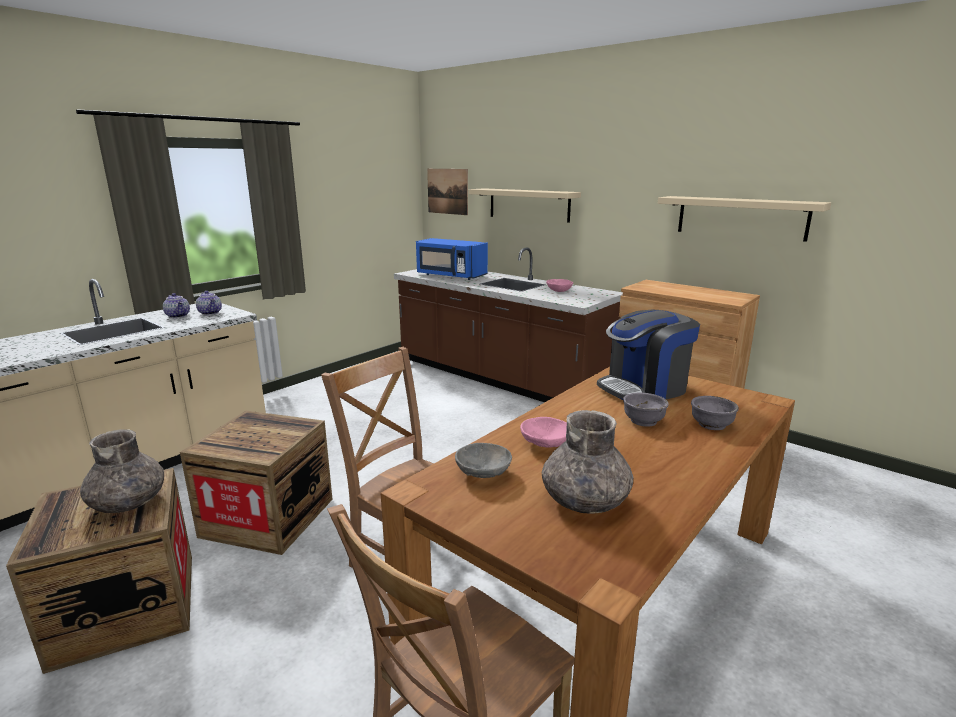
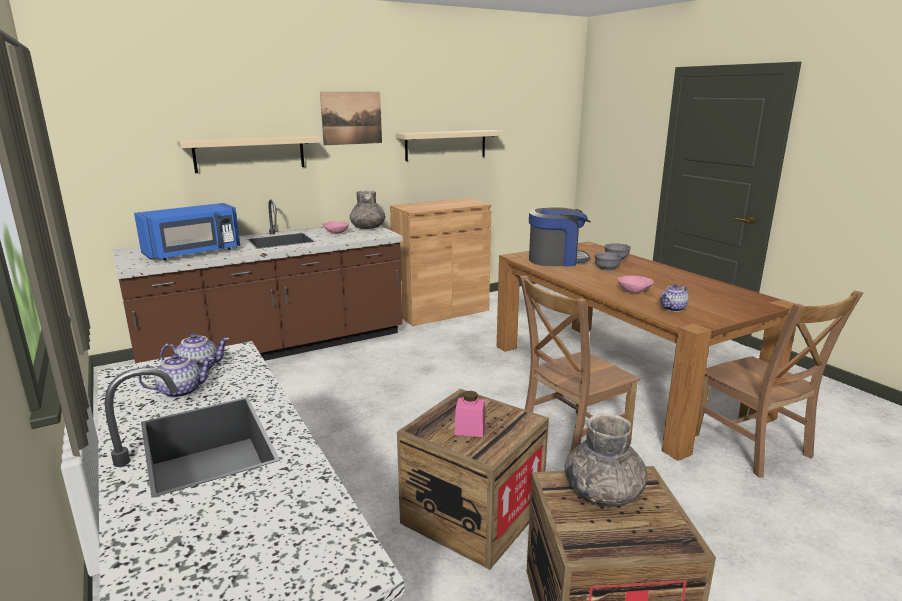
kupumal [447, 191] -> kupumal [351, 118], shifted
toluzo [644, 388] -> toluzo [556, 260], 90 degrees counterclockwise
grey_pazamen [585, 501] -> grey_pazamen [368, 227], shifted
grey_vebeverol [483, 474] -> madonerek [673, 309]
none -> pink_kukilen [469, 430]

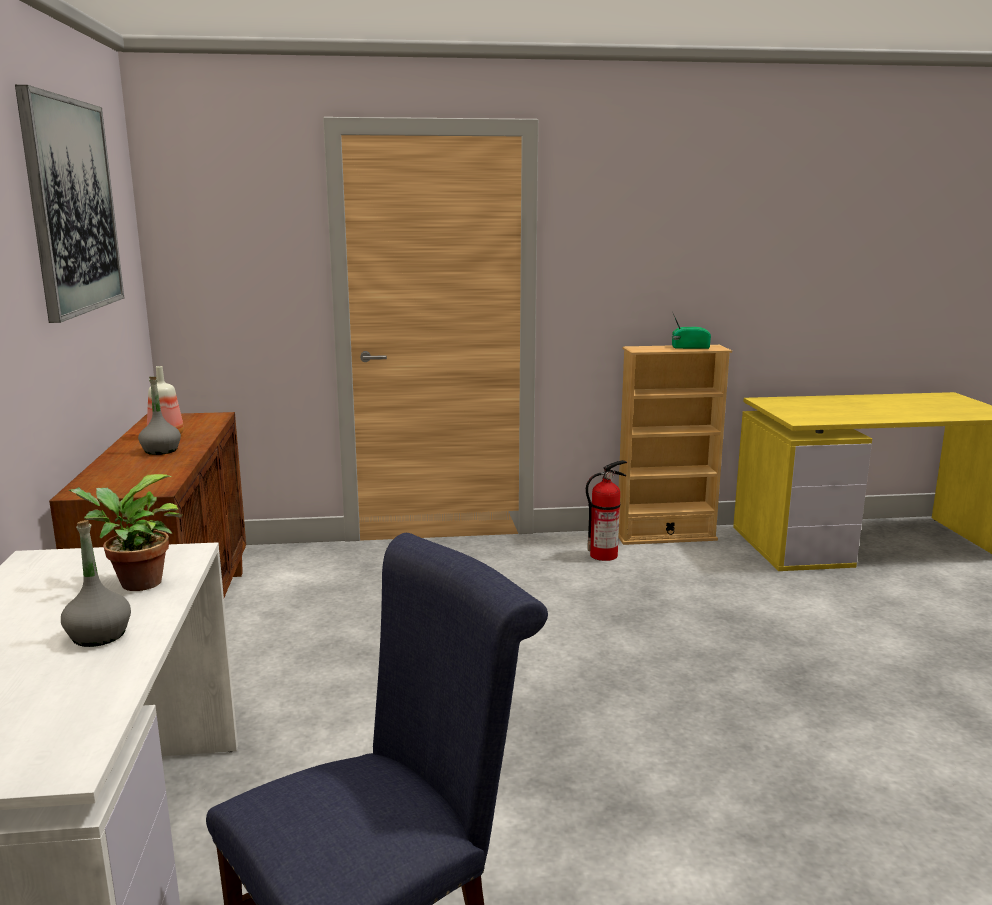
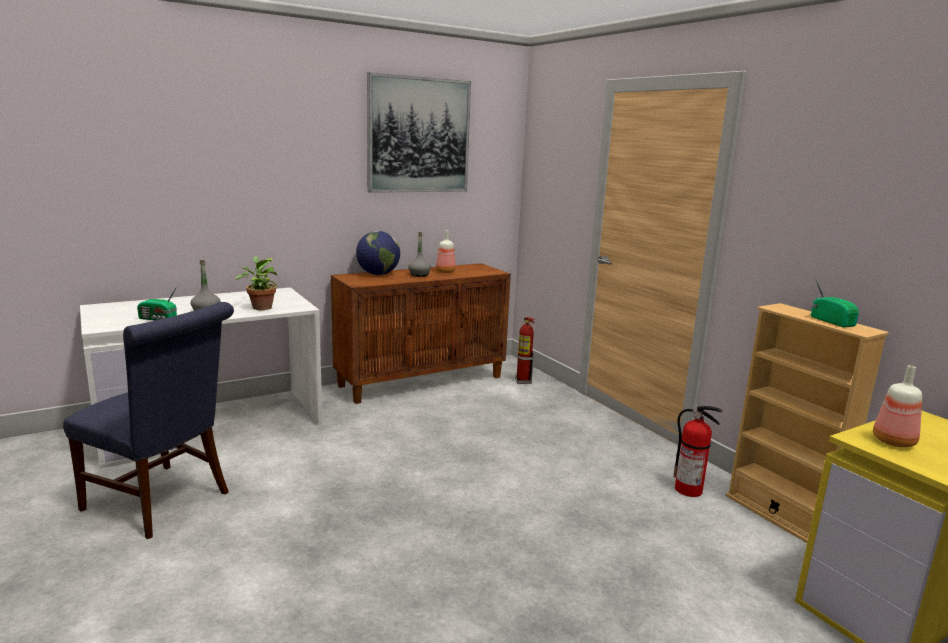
none -> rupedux [378, 274]
none -> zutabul [158, 319]
none -> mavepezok [523, 381]
none -> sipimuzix [894, 441]

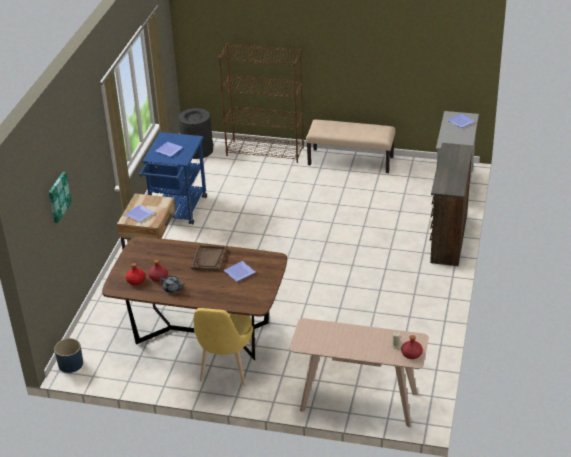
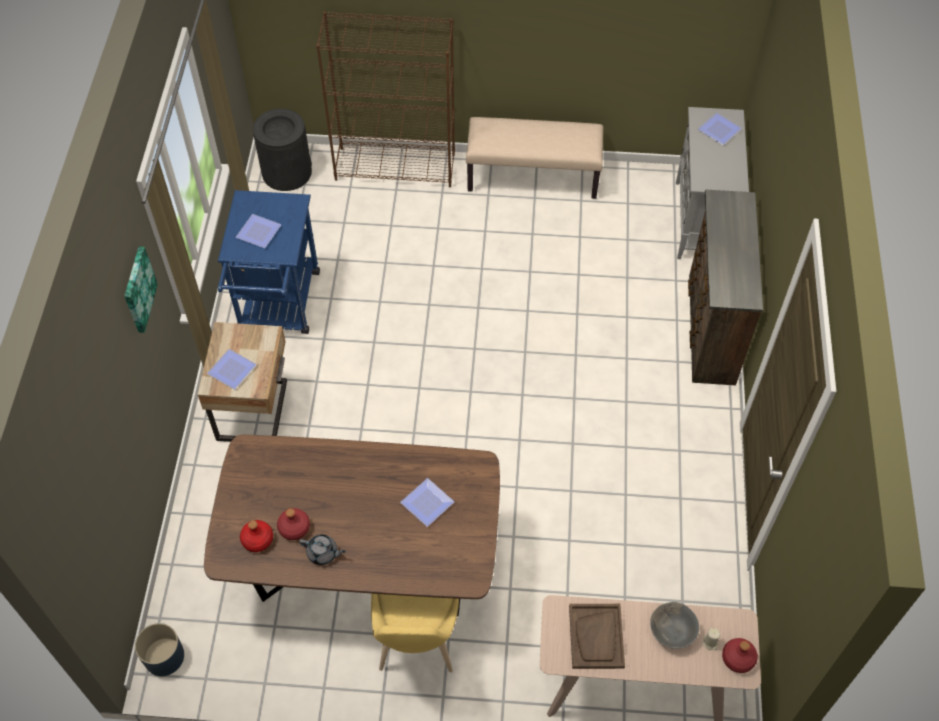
kupumal [58, 197] -> kupumal [138, 289], shifted
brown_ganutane [209, 259] -> brown_ganutane [596, 637], shifted
none -> grey_vebeverol [673, 631]

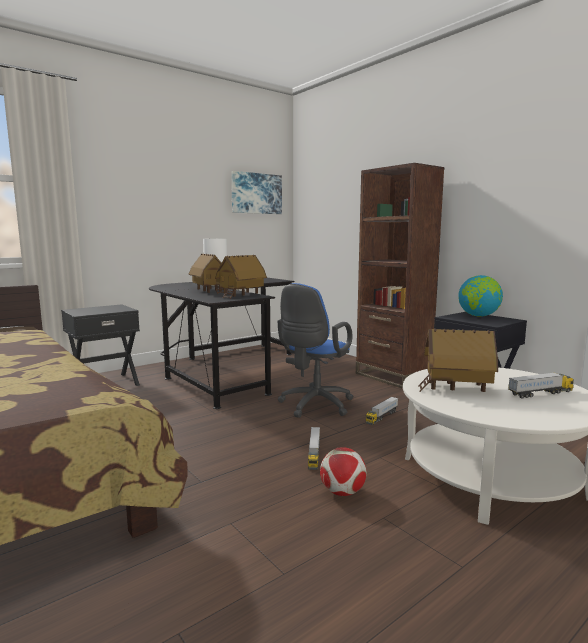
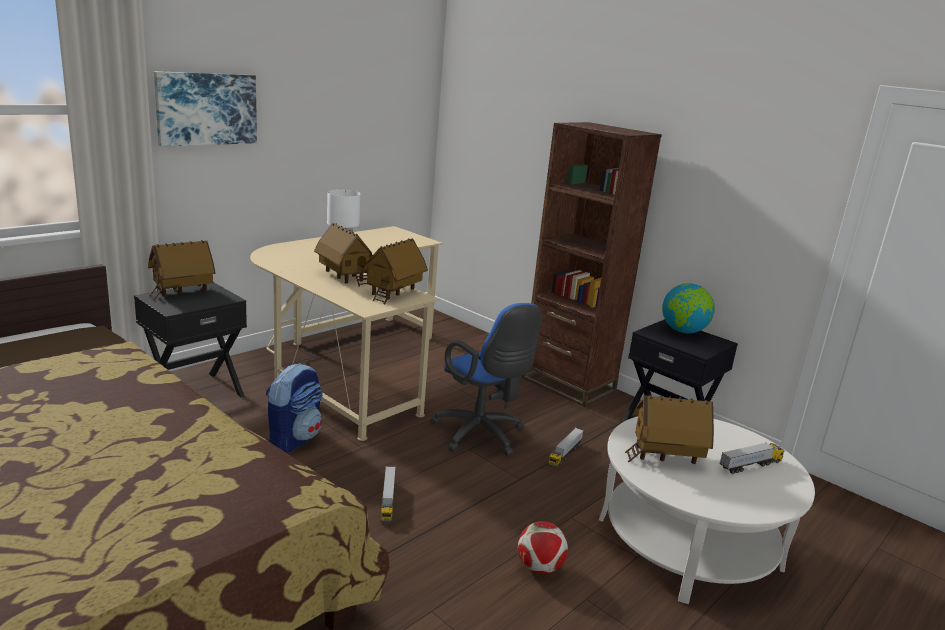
kupumal [256, 193] -> kupumal [206, 109], shifted
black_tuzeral [222, 369] -> beige_tuzeral [346, 366]
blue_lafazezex [314, 406] -> blue_lafazezex [481, 436], 60 degrees counterclockwise
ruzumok [314, 455] -> ruzumok [387, 501], shifted
none -> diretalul [182, 292]
none -> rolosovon [294, 438]

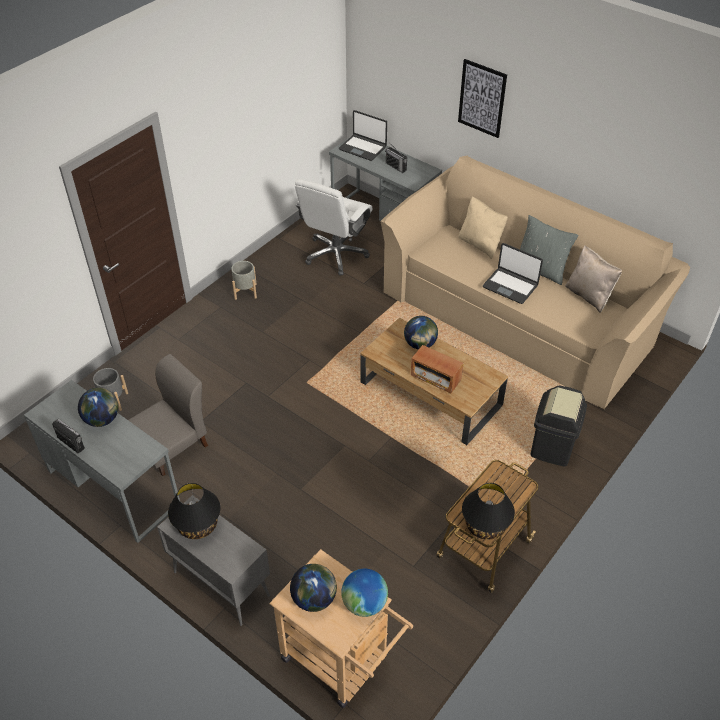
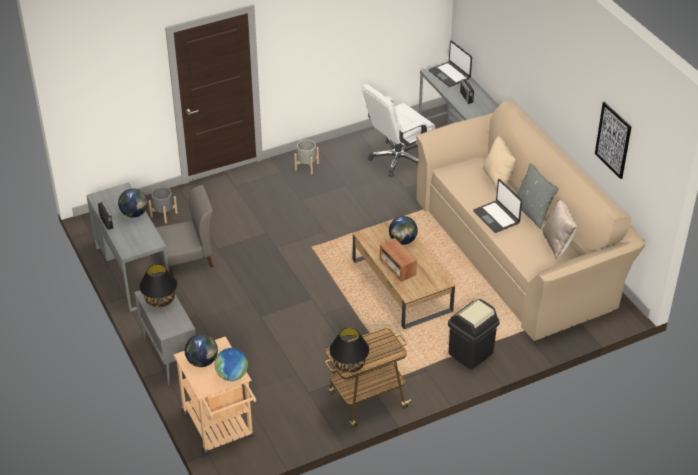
kupumal [482, 98] -> kupumal [613, 140], shifted

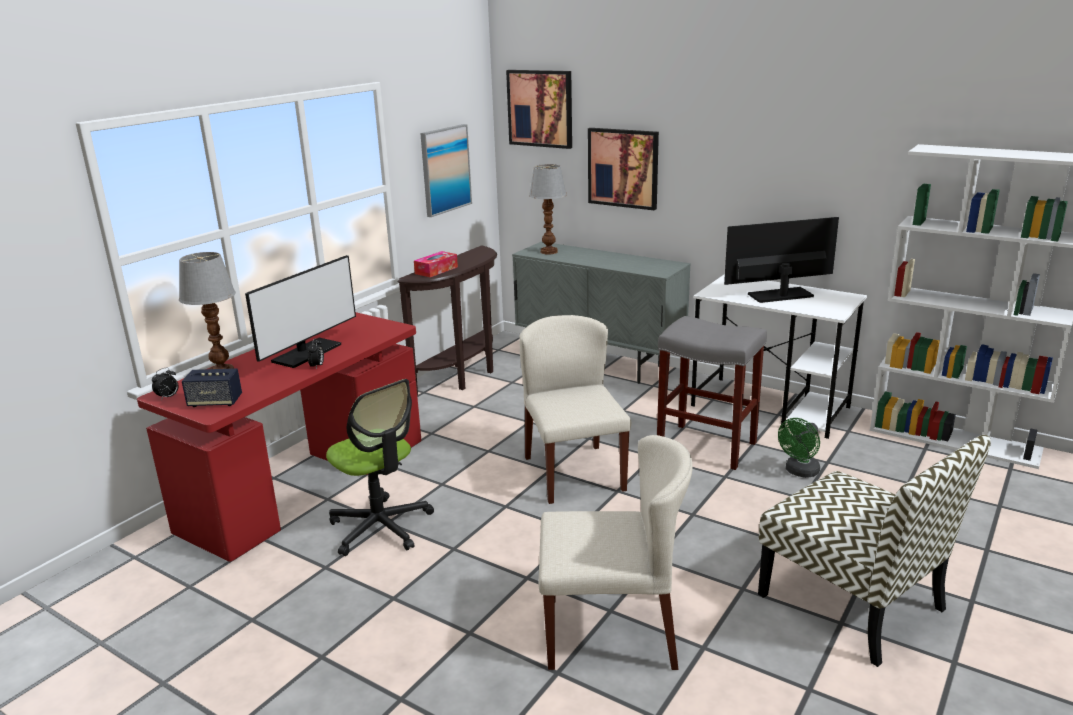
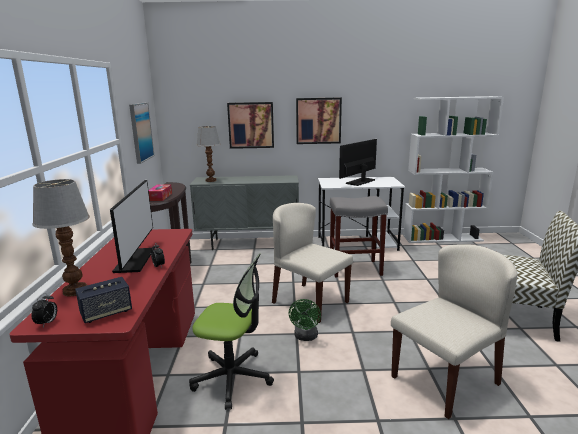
kupumal [540, 108] -> kupumal [318, 121], shifted
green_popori [799, 472] -> green_popori [305, 337], shifted

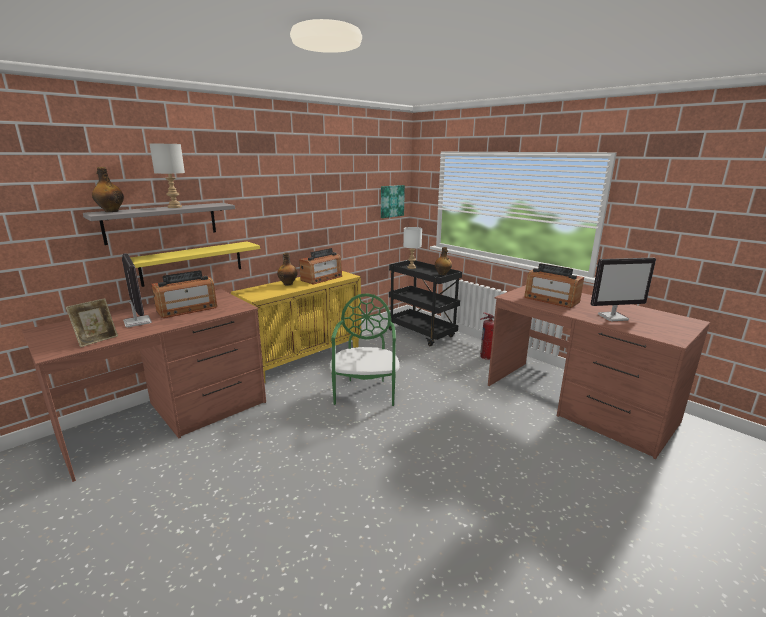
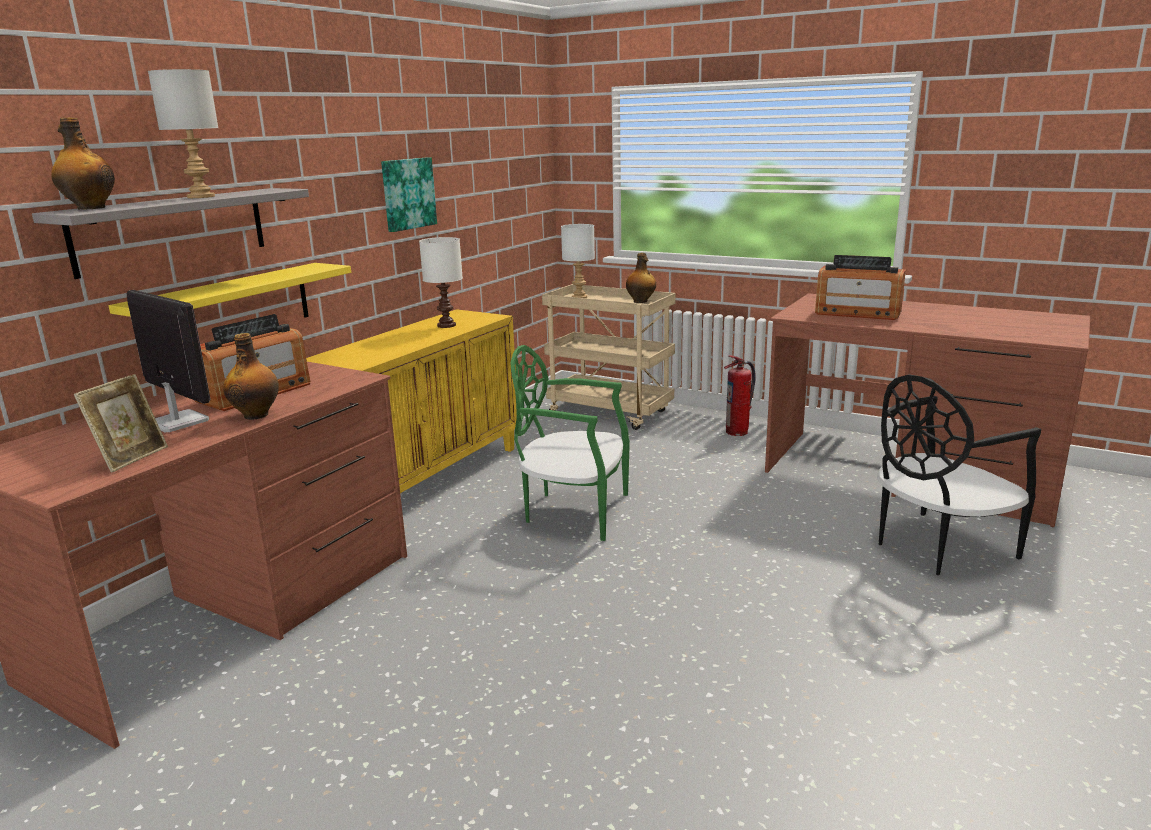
kupumal [391, 201] -> kupumal [407, 193], shifted
zutabul [321, 278] -> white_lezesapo [446, 325]
sipimuzix [288, 284] -> sipimuzix [256, 415], shifted
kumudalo [613, 317] -> none
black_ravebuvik [422, 334] -> beige_ravebuvik [611, 413]
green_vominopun [365, 391] -> green_vominopun [574, 511], 60 degrees counterclockwise
none -> black_vominopun [937, 547]

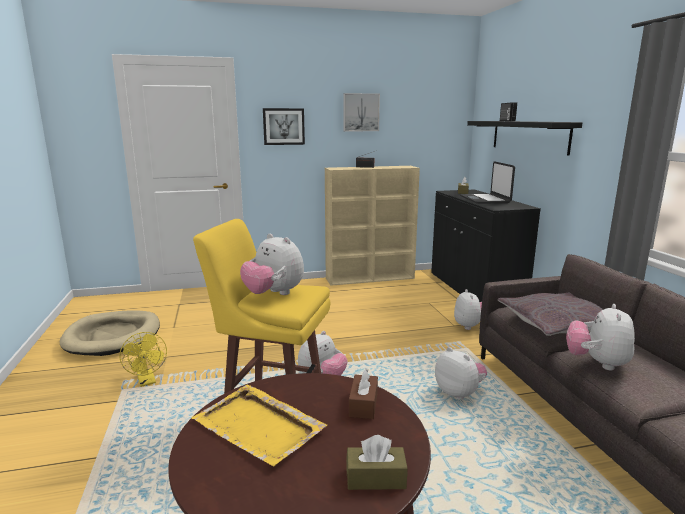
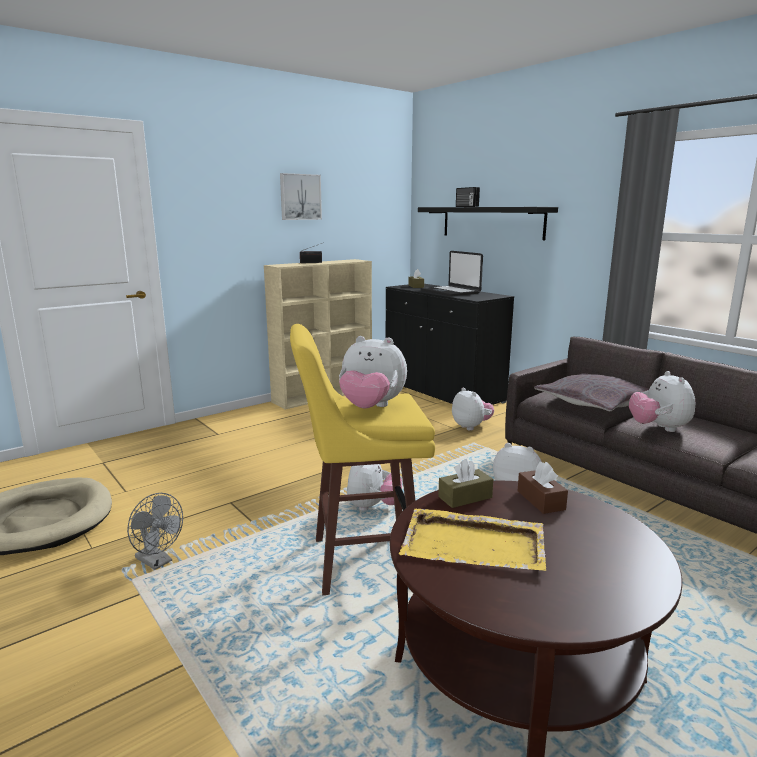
kupumal [283, 126] -> none
yellow_popori [147, 381] -> grey_popori [158, 562]
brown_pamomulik [375, 478] -> brown_pamomulik [465, 497], shifted

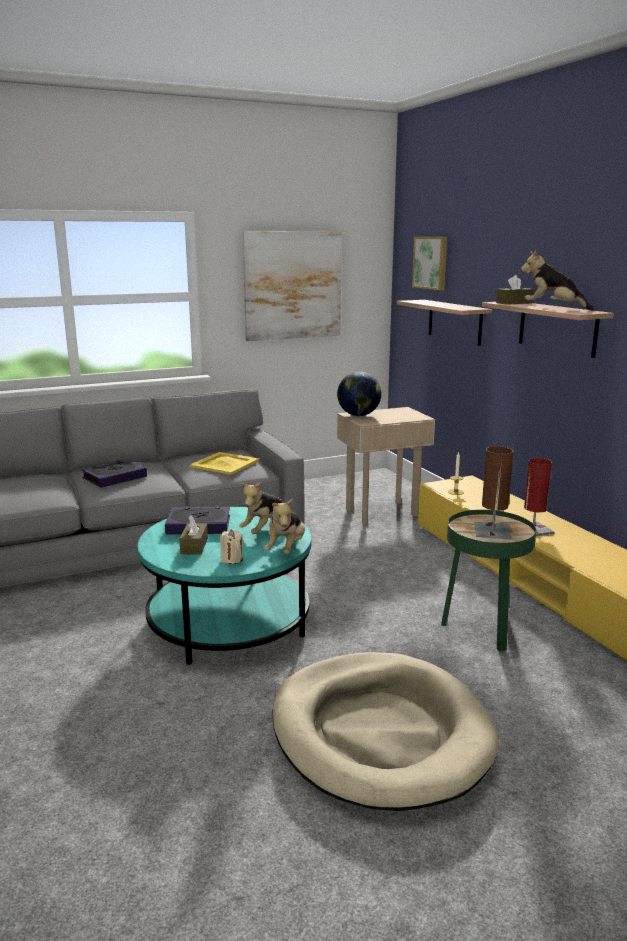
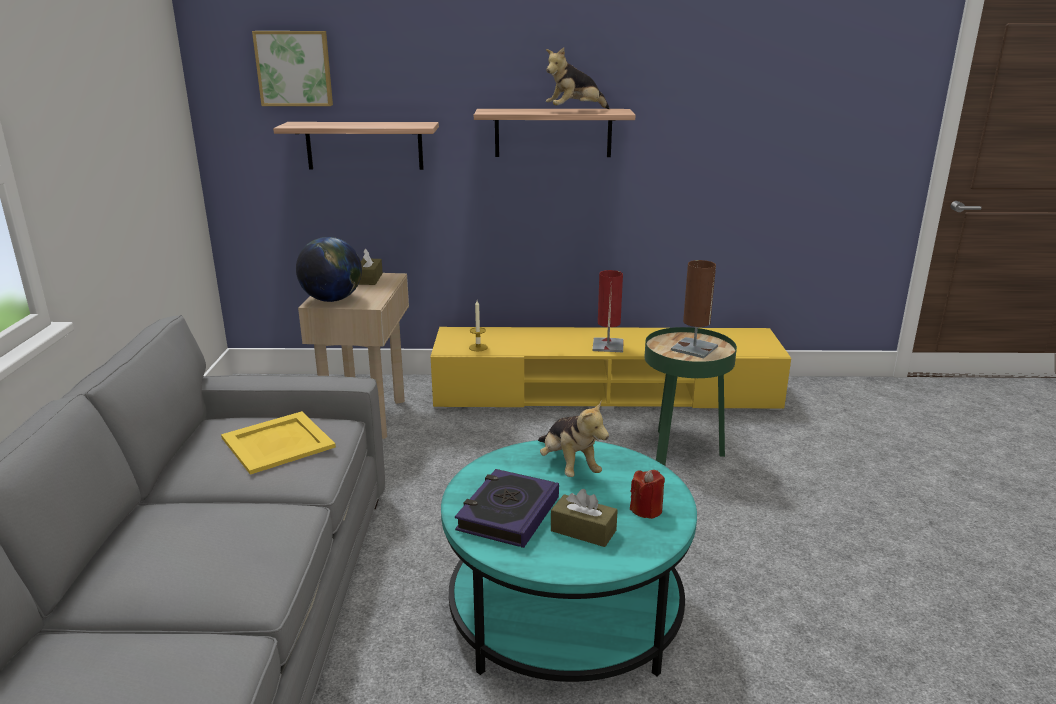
kupumal [292, 285] -> none
brown_pamomulik [514, 303] -> brown_pamomulik [369, 279], shifted
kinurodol [114, 477] -> none
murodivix [286, 549] -> none
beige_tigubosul [231, 559] -> red_tigubosul [646, 509]
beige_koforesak [380, 733] -> none

